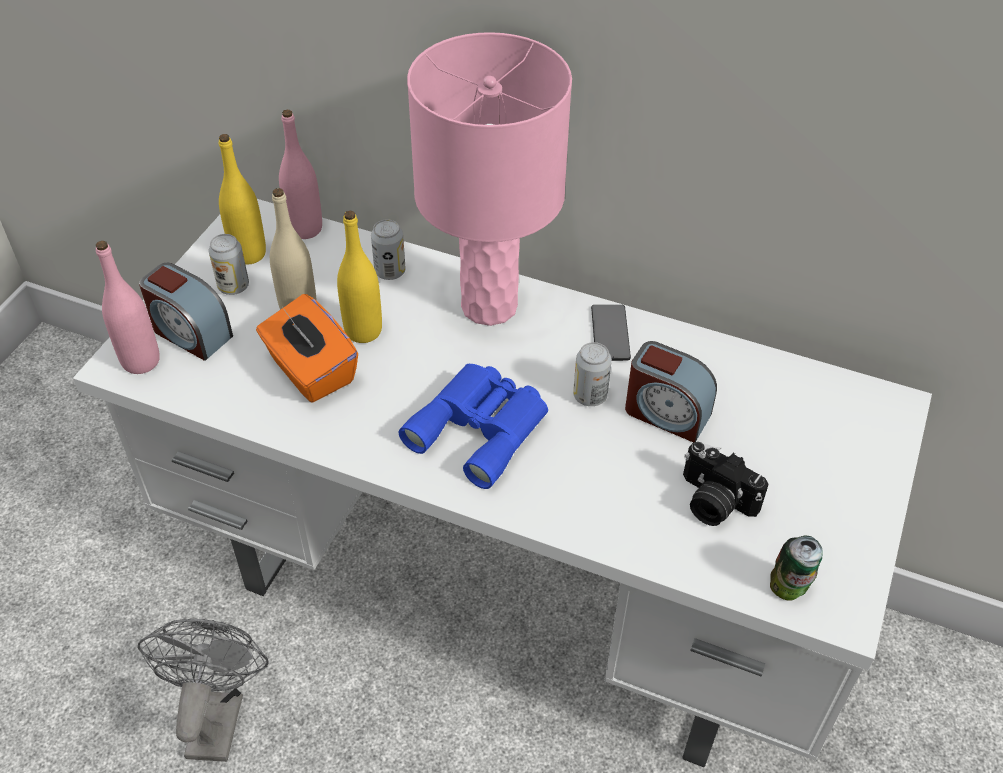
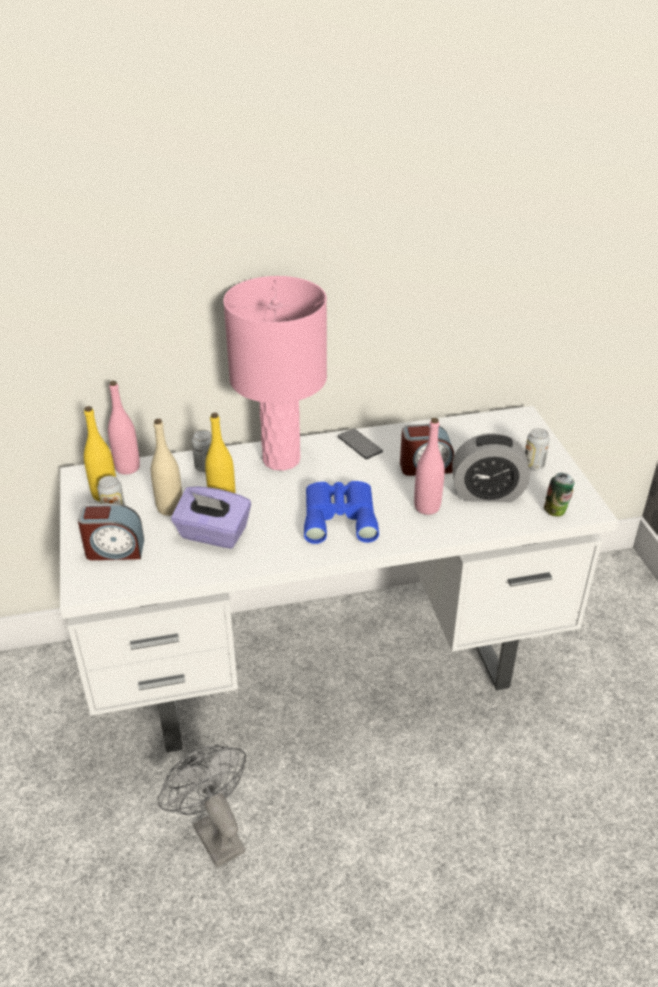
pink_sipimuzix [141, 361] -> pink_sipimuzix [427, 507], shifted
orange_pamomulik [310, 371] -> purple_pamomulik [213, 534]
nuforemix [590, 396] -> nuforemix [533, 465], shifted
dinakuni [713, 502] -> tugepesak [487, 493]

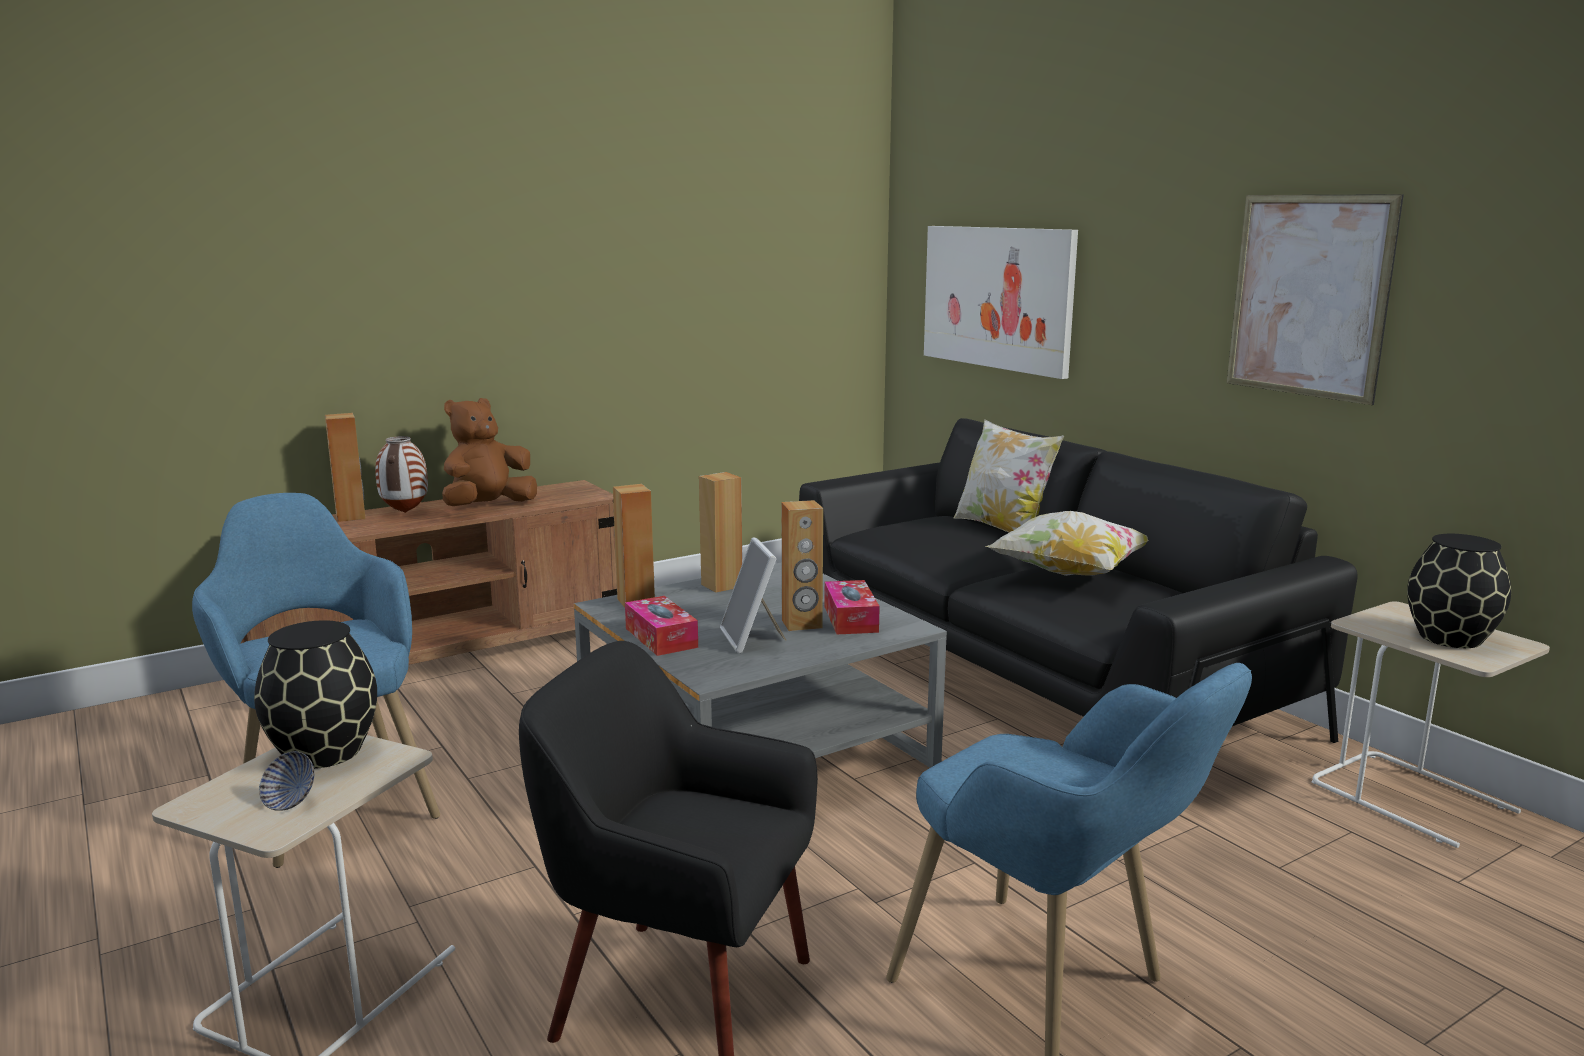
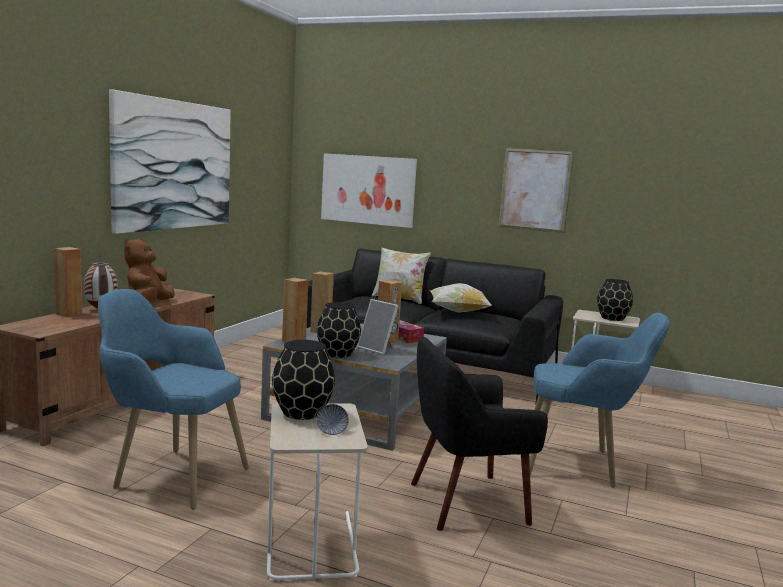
pamomulik [661, 638] -> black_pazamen [337, 353]
none -> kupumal [174, 165]

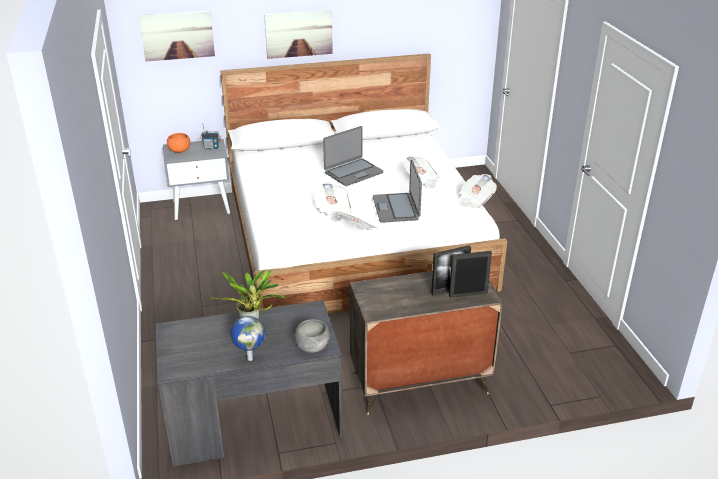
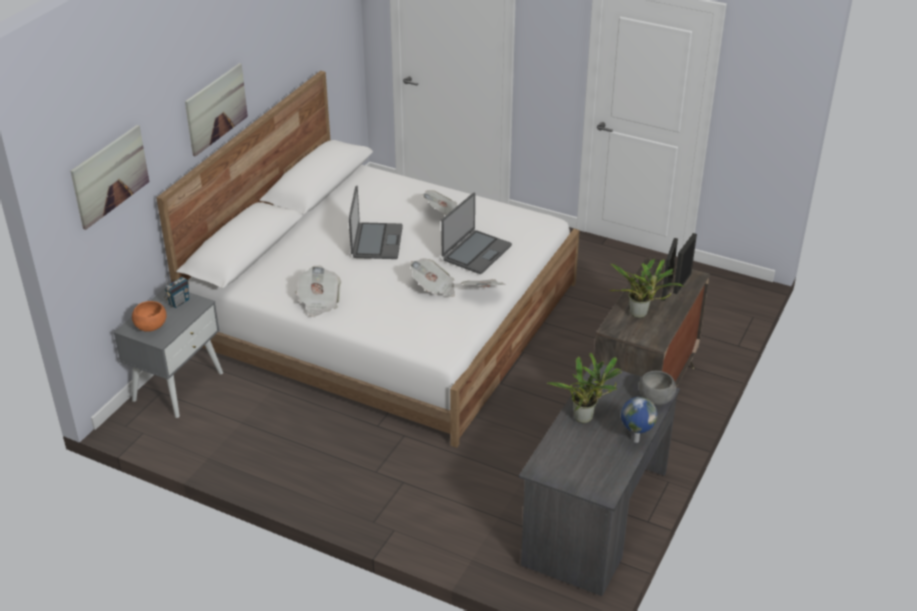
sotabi [396, 208] -> sotabi [476, 252], 90 degrees counterclockwise
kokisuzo [474, 200] -> kokisuzo [319, 302], shifted
none -> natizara [641, 315]

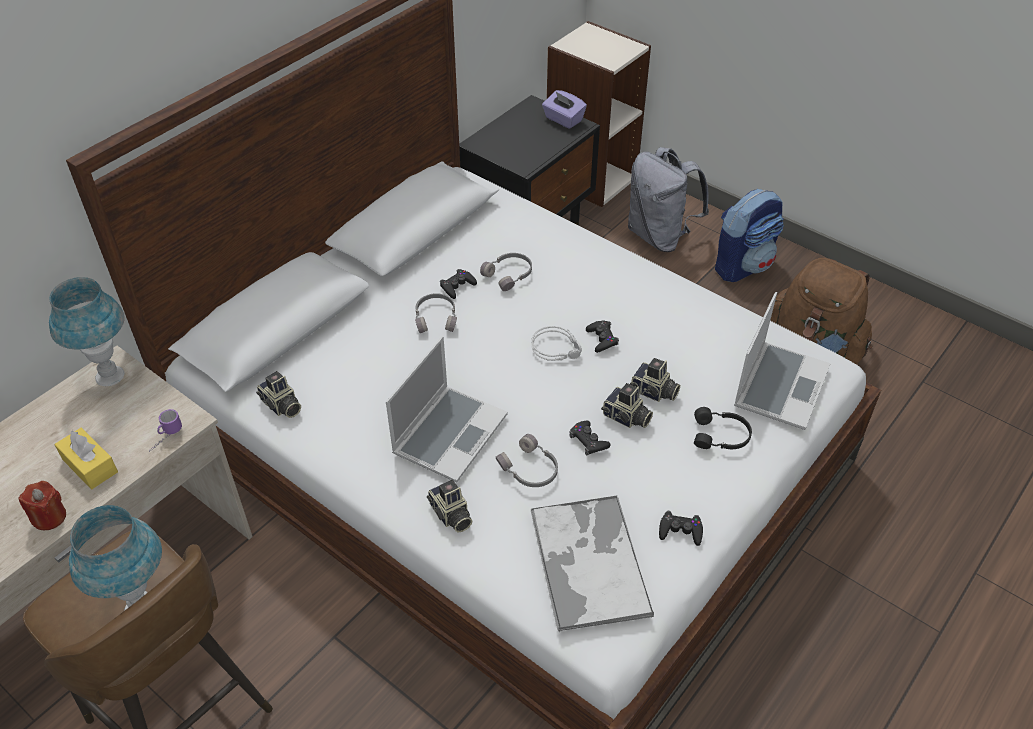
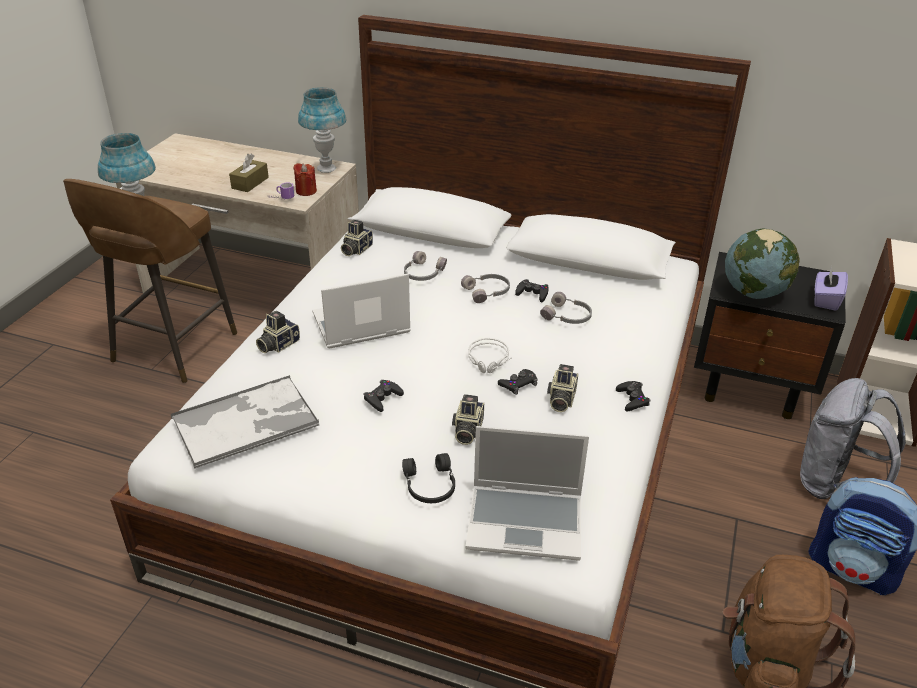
sotabi [449, 433] -> sotabi [360, 325], 150 degrees clockwise
dinakuni [626, 418] -> dinakuni [560, 399], shifted
yellow_pamomulik [90, 465] -> brown_pamomulik [250, 183]
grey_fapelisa [529, 469] -> grey_fapelisa [423, 273], shifted
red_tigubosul [49, 517] -> red_tigubosul [306, 191], shifted
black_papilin [680, 531] -> black_papilin [632, 399], shifted
none -> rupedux [754, 293]

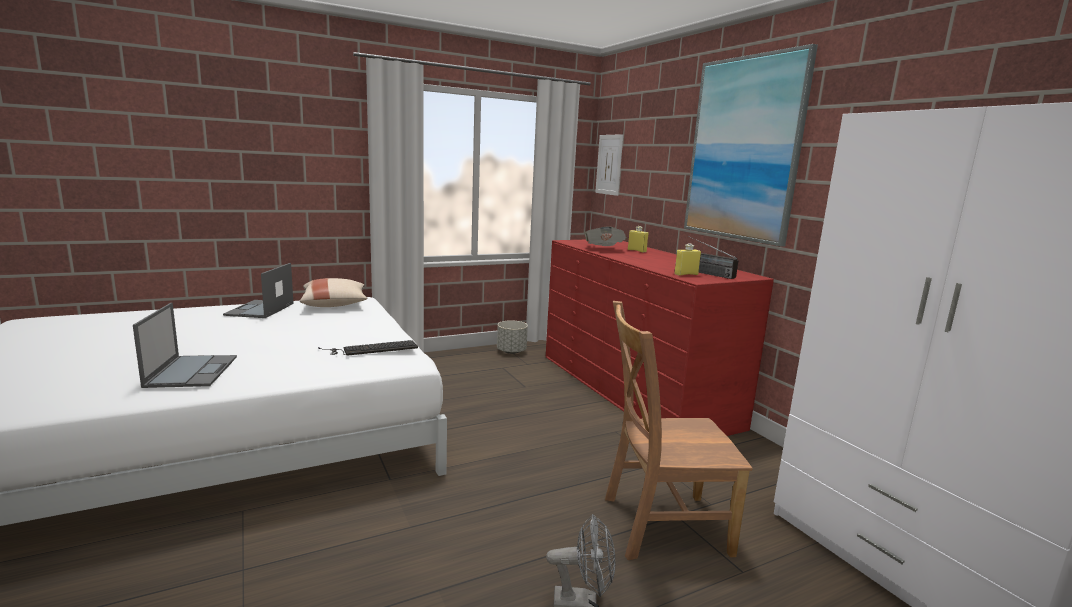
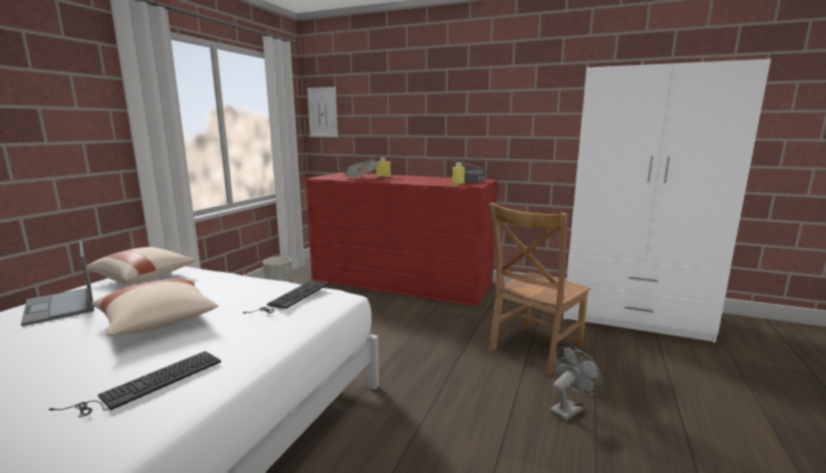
kupumal [744, 149] -> none
sotabi [192, 371] -> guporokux [148, 384]
none -> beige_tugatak [158, 323]

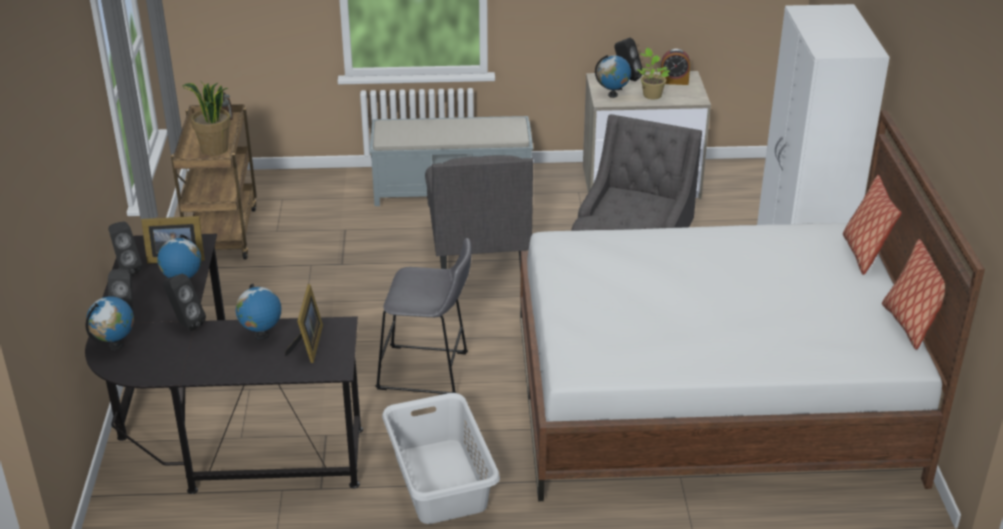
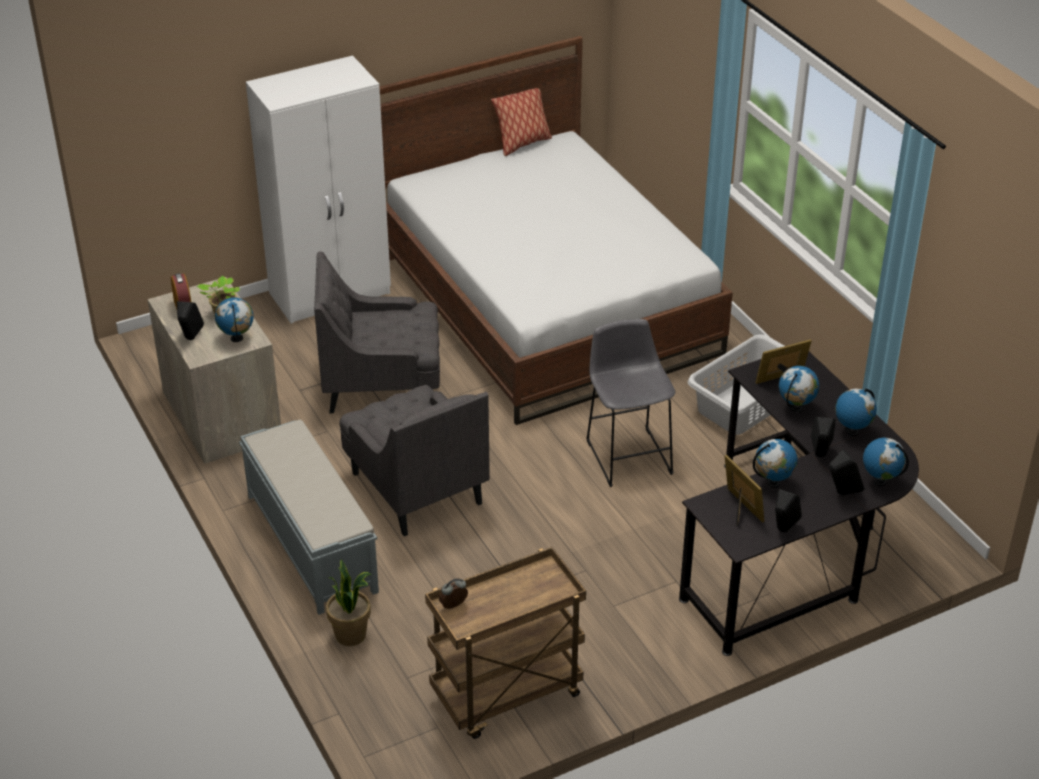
natizara [214, 149] -> natizara [351, 635], shifted
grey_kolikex [477, 247] -> grey_kolikex [415, 487], 90 degrees clockwise
tugatak [863, 254] -> none
none -> rupedux [852, 431]

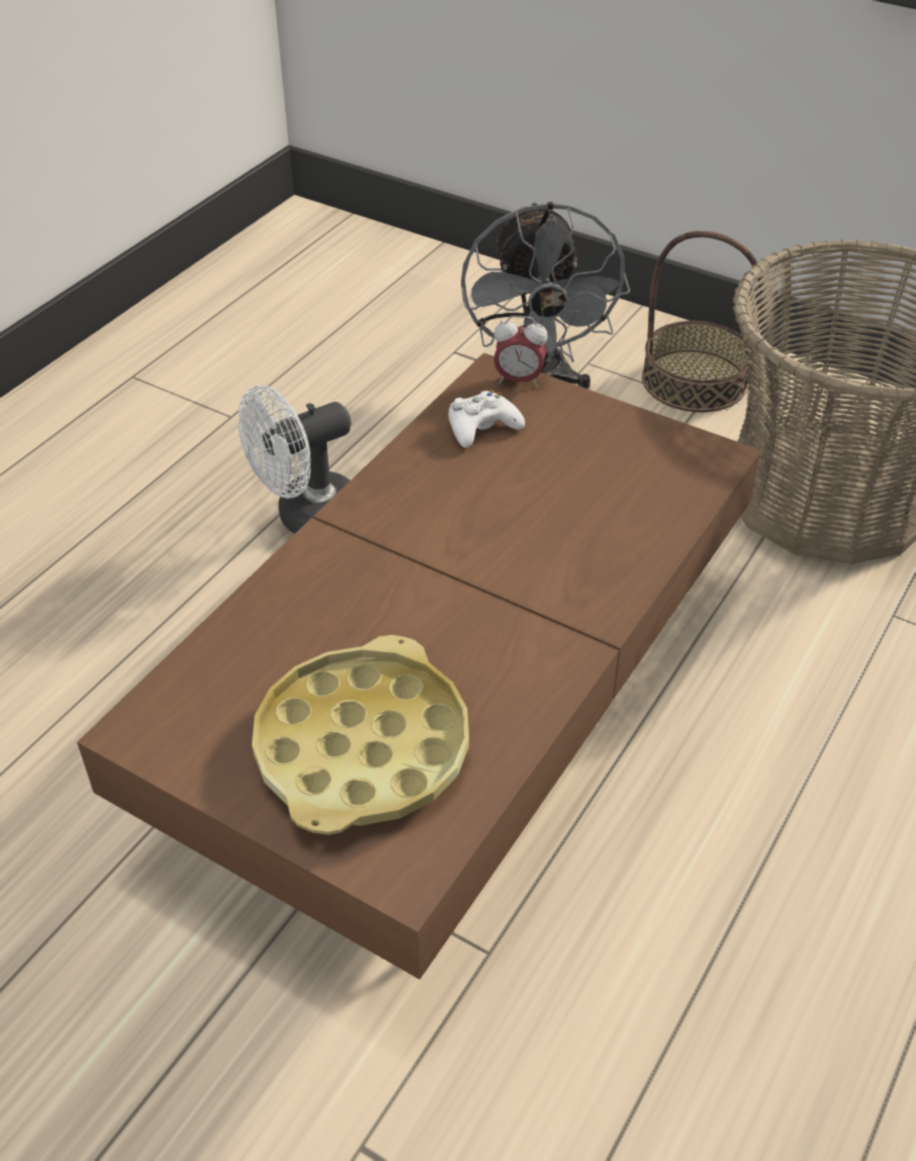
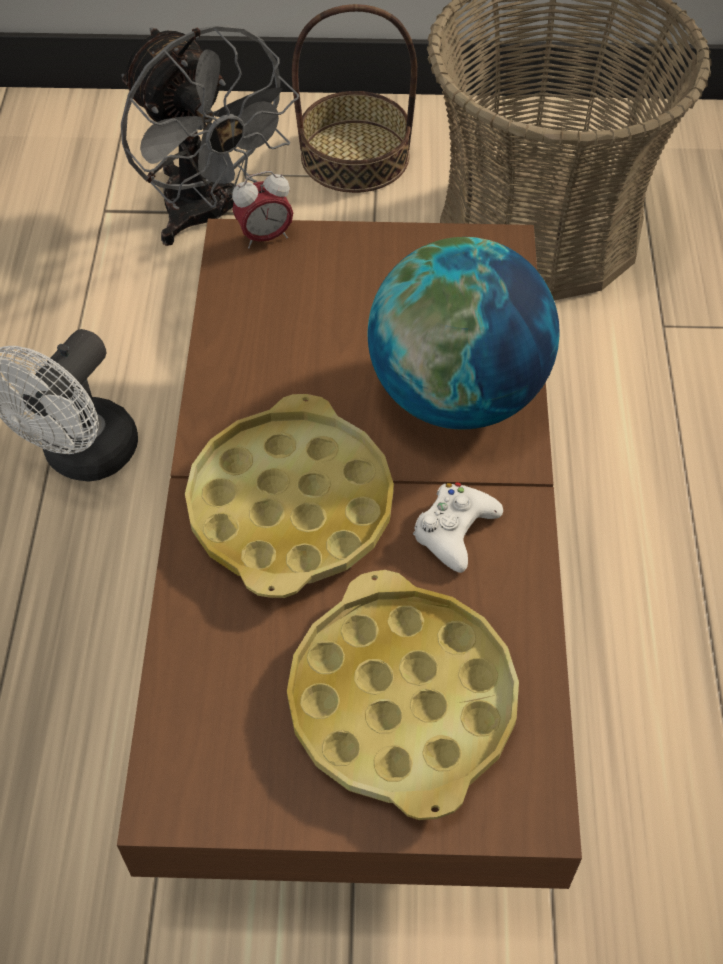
white_papilin [482, 427] -> white_papilin [454, 531], shifted
none -> rupedux [456, 395]
none -> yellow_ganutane [291, 507]

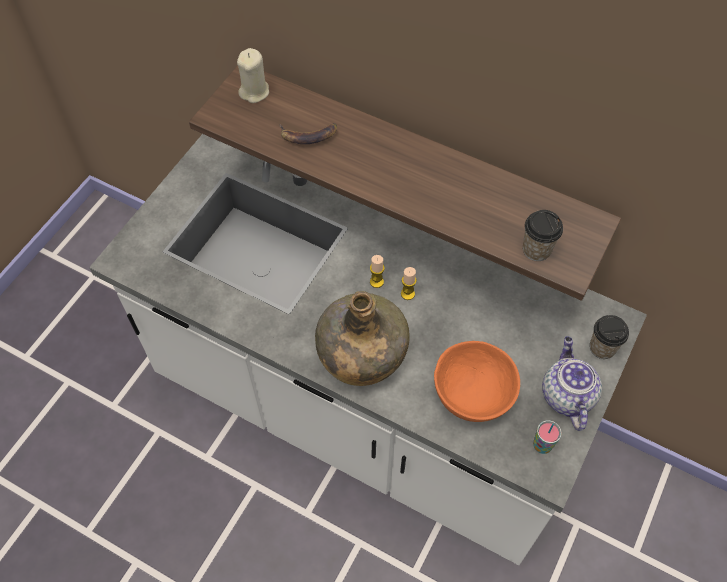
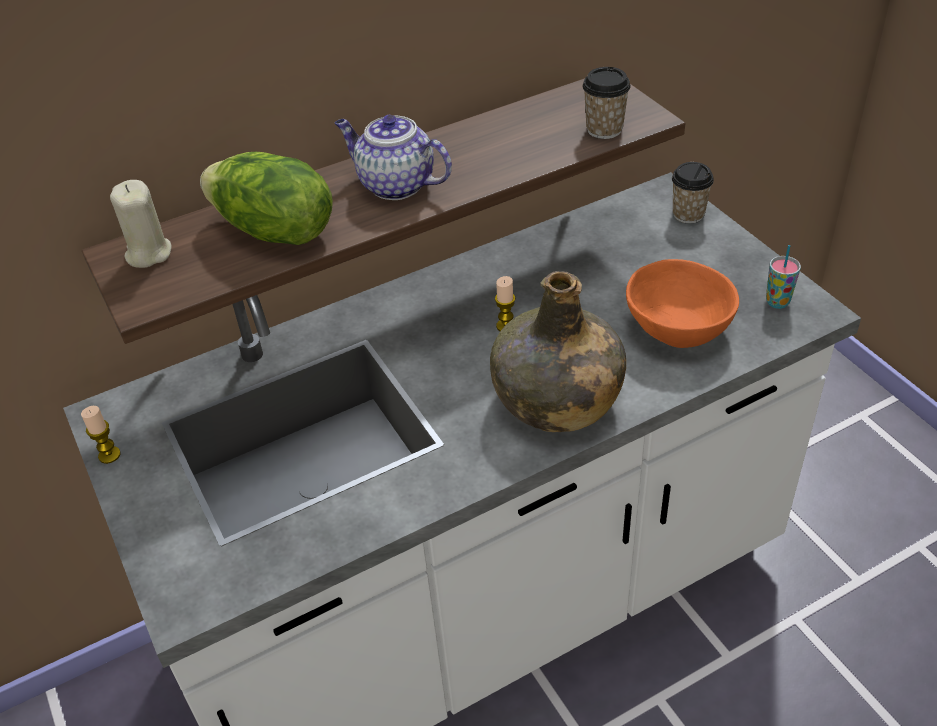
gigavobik [308, 135] -> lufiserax [274, 232]
tigubosul [376, 282] -> tigubosul [109, 455], shifted
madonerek [566, 395] -> madonerek [394, 185], shifted

